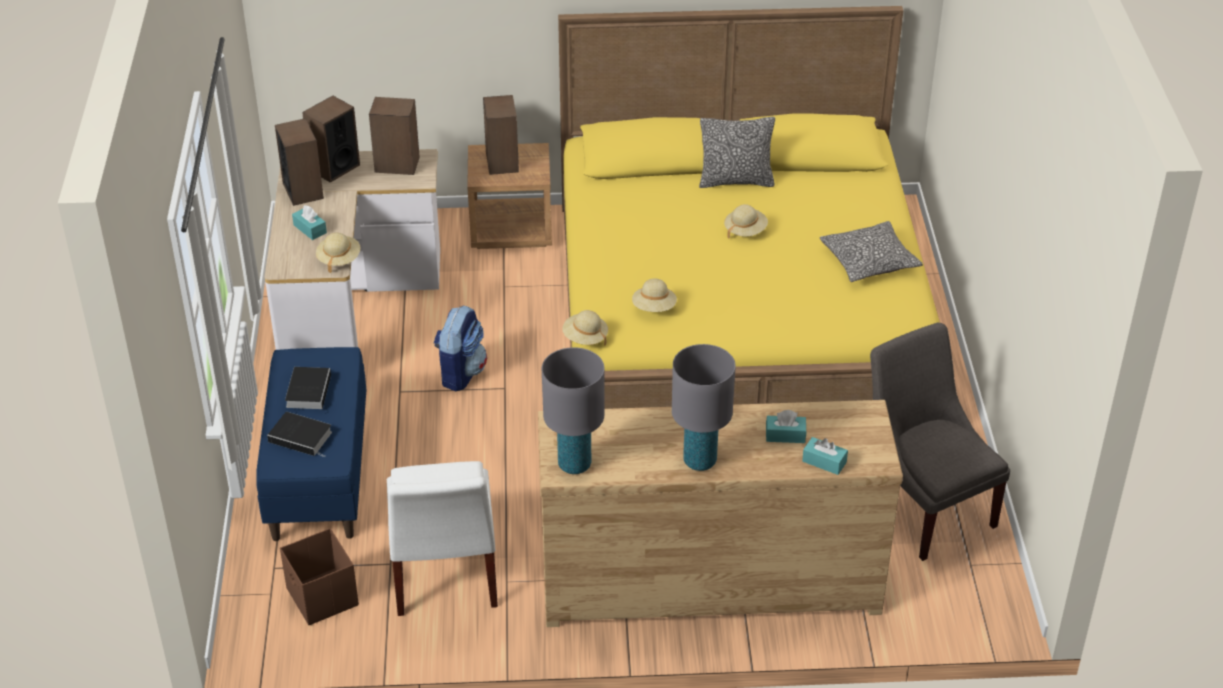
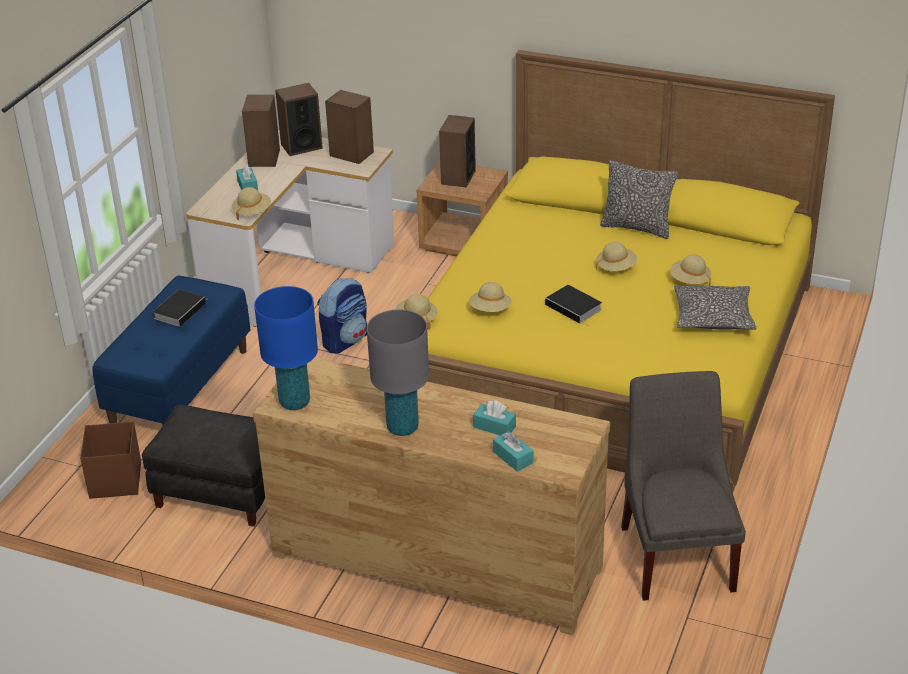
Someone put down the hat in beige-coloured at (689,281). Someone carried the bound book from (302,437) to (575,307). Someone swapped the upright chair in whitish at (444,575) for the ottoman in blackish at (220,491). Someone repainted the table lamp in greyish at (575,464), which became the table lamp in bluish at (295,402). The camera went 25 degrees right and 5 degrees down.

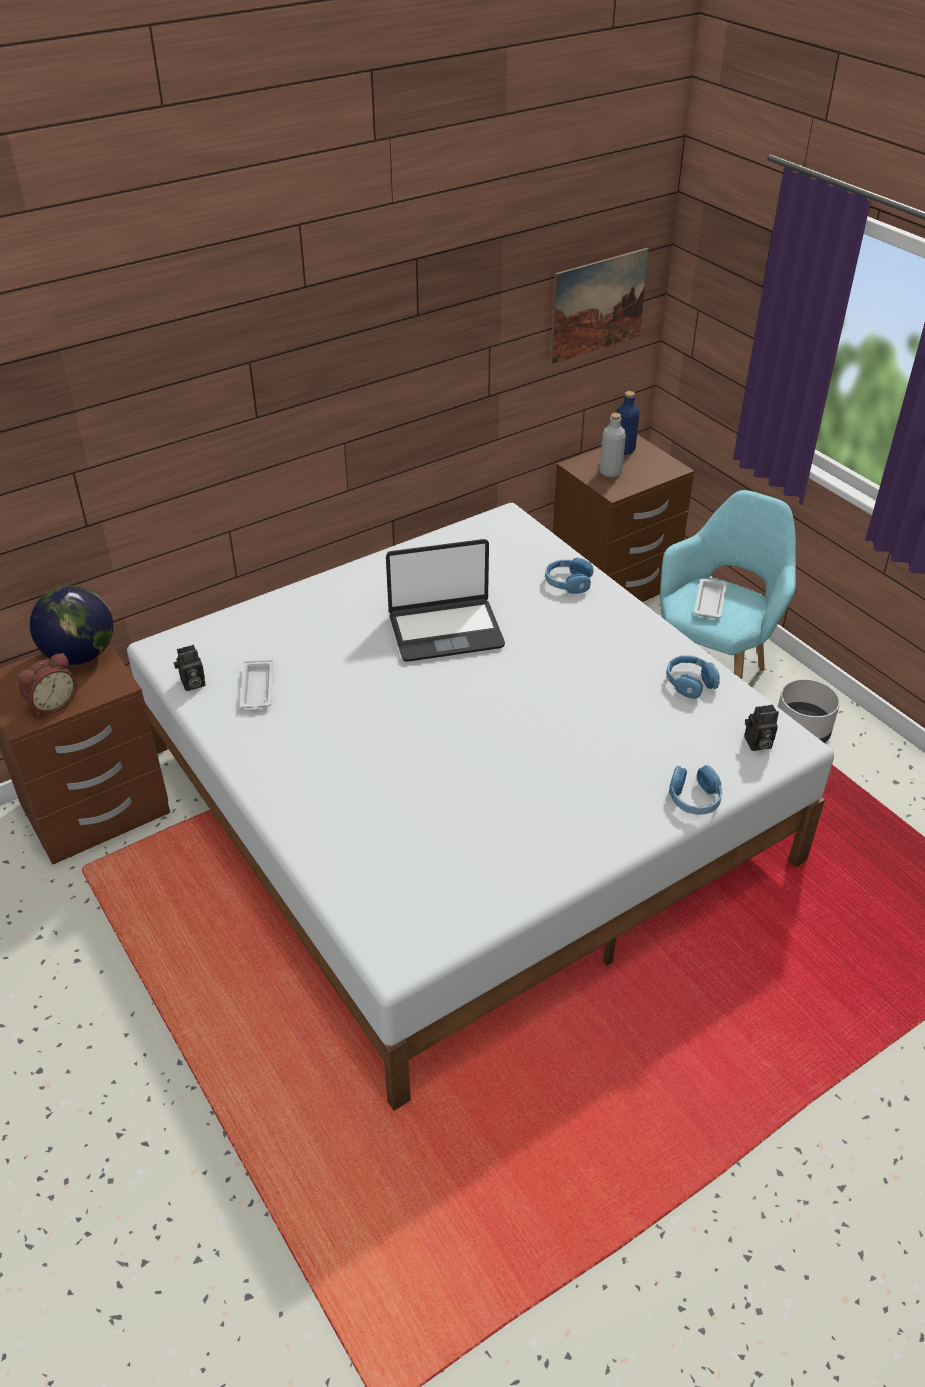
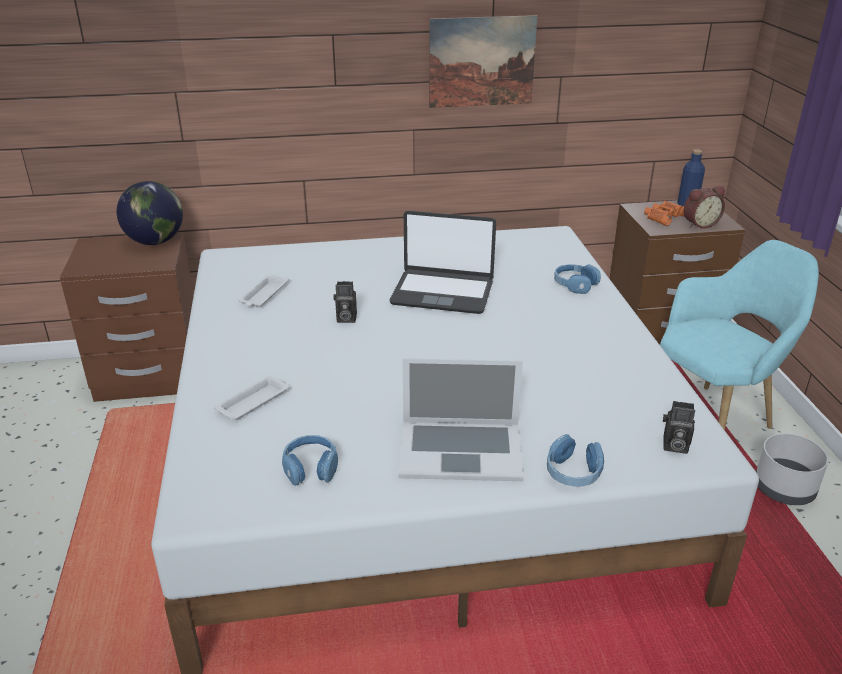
Someone put down the notebook computer at (460,450). Someone carried the table clock from (52,703) to (699,224). Someone carried the still camera from (192,684) to (345,319). Someone carried the wall art from (598,305) to (481,62). Someone carried the headset in bluish from (690,682) to (310,468). Someone carried the carrying tray in whitish from (710,601) to (254,401). Someone swapped the drink bottle in greyish at (610,472) for the field glasses in orange at (663,217). The camera went 25 degrees right and 10 degrees down.

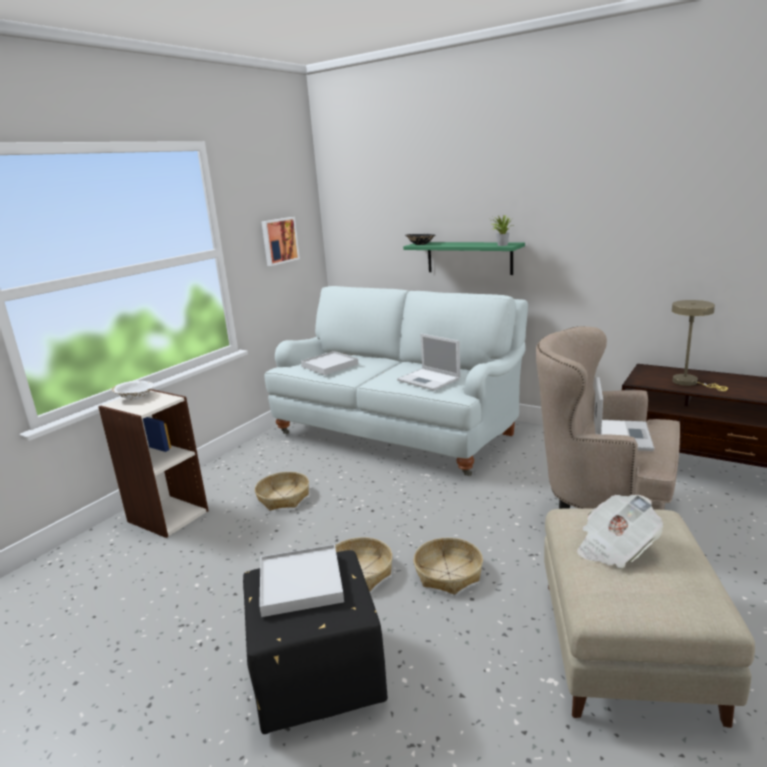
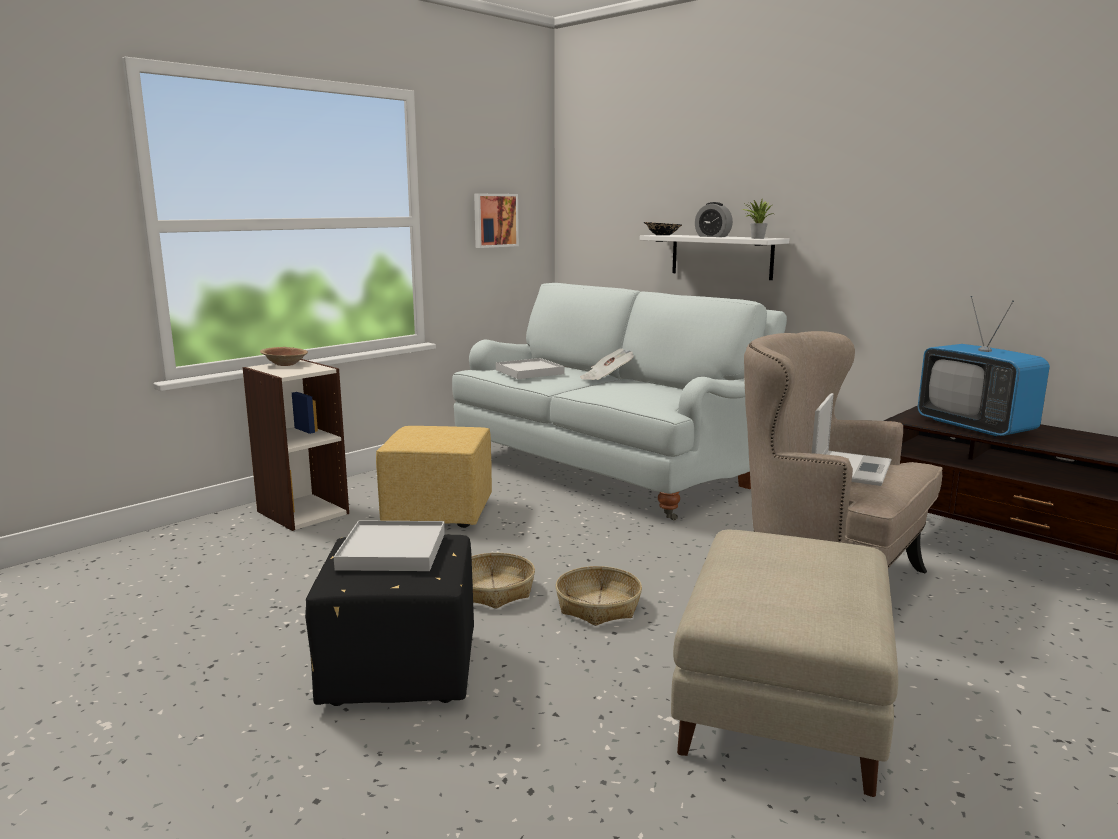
Someone took away the notebook computer at (429,380). Someone put down the table clock at (712,236). Someone carried the printed paper from (615,548) to (607,378). Someone swapped the household basket at (283,497) for the ottoman in yellowish at (439,512). Someone swapped the table lamp in beige-coloured at (689,382) for the TV set at (975,427). Someone repainted the deep dish in whitish at (135,397), which became the deep dish in brown-coloured at (285,364). Someone repainted the bracket shelf in green at (469,258), which became the bracket shelf in whitish at (721,256). The camera went 10 degrees right and 5 degrees down.

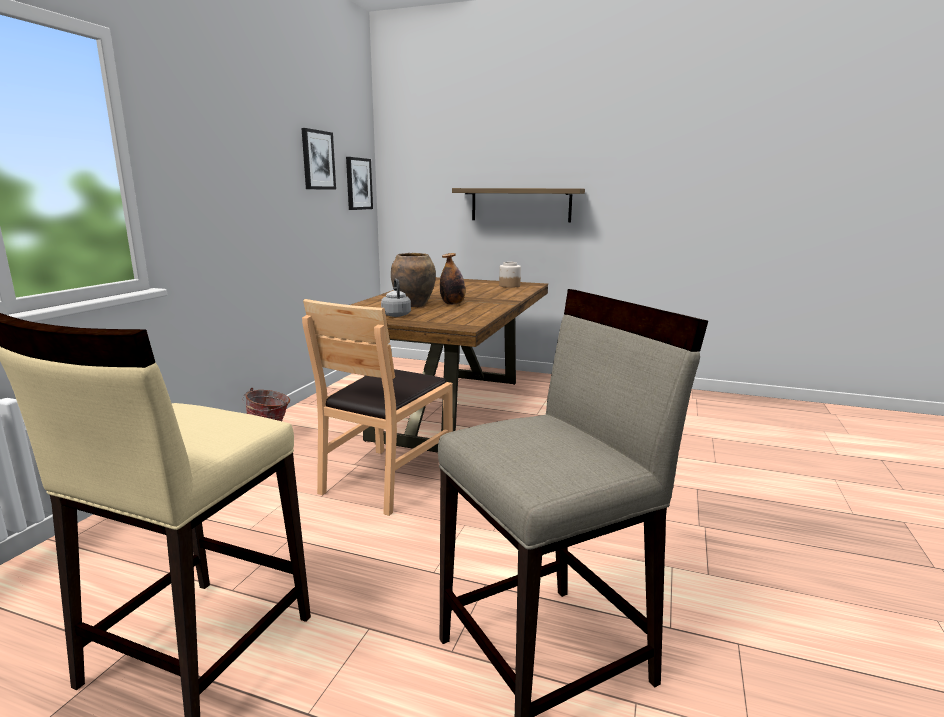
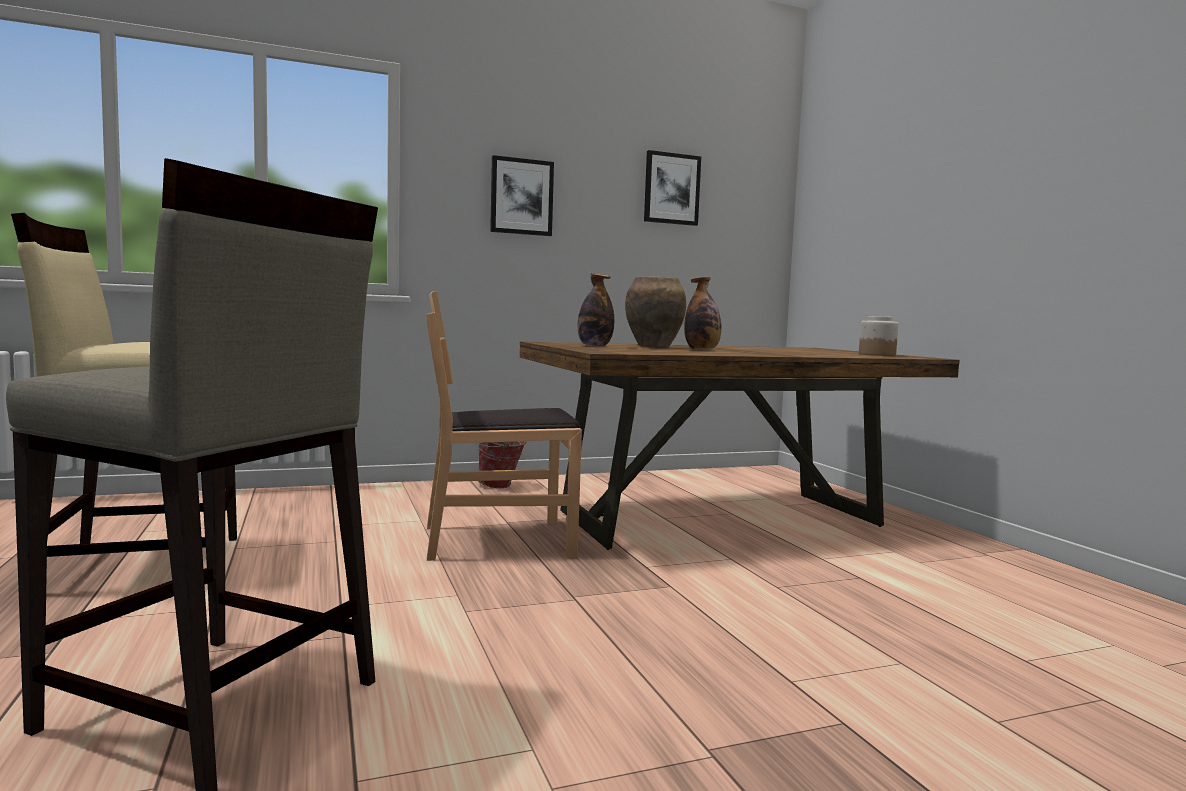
Someone took away the bracket shelf at (520,205). Someone carried the wall art from (358,184) to (521,197). Someone swapped the tea kettle in greyish at (396,315) for the drink bottle at (594,346). The camera went 50 degrees right and 10 degrees down.

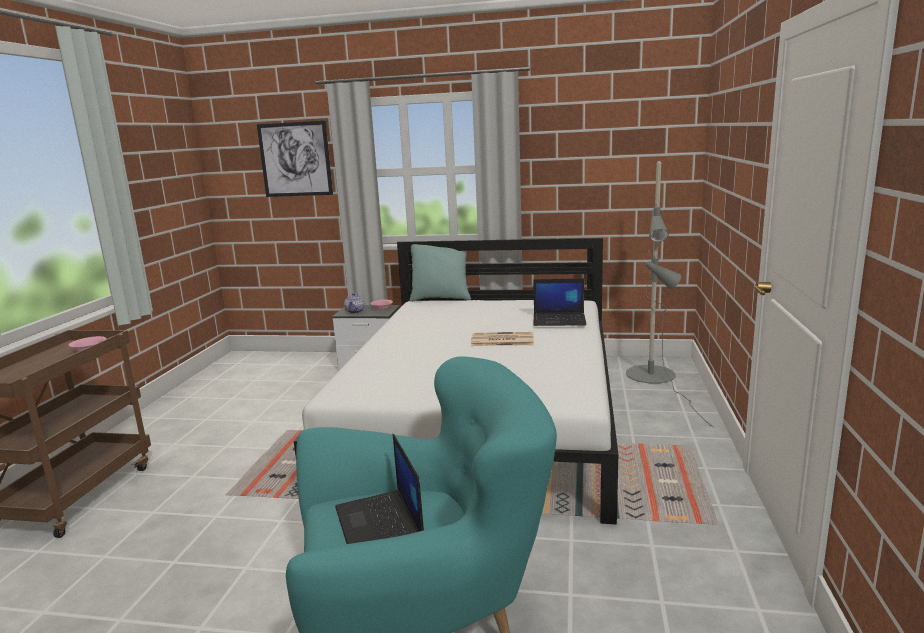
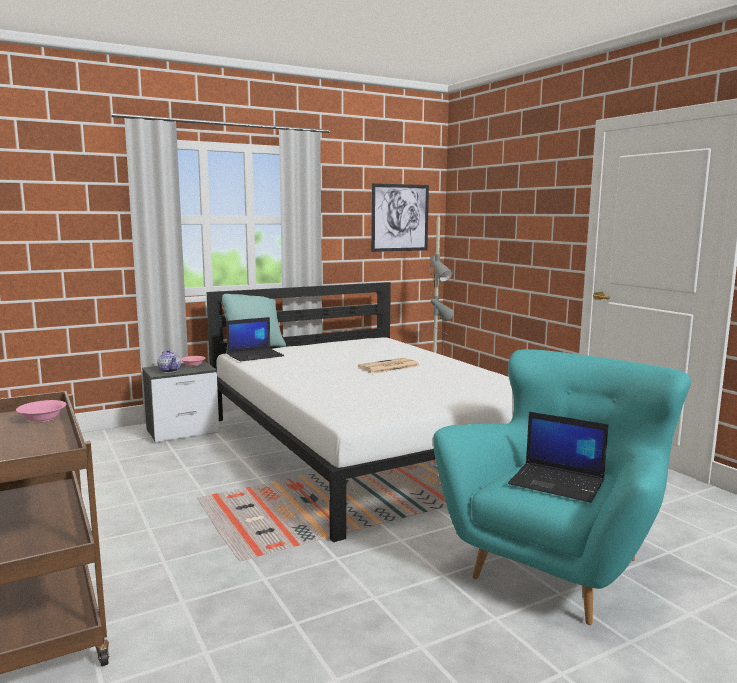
Someone carried the wall art from (295,159) to (400,217). Someone carried the notebook computer from (560,320) to (255,355). The camera went 40 degrees left and 5 degrees down.

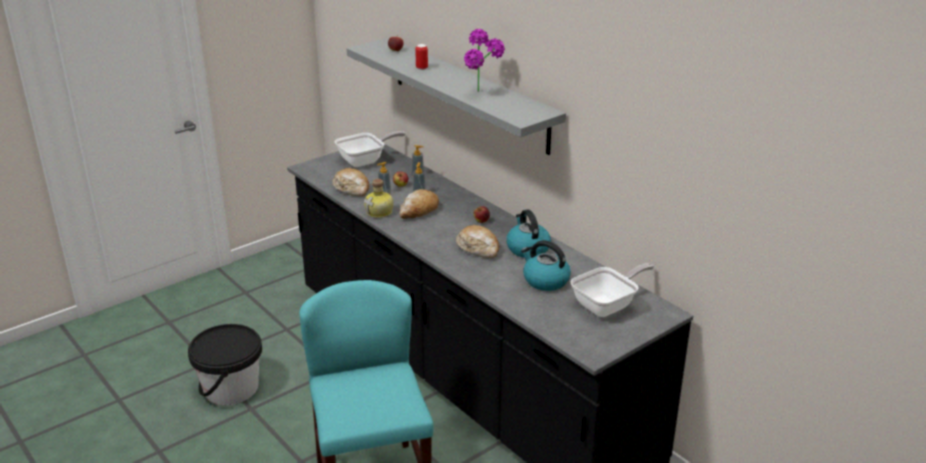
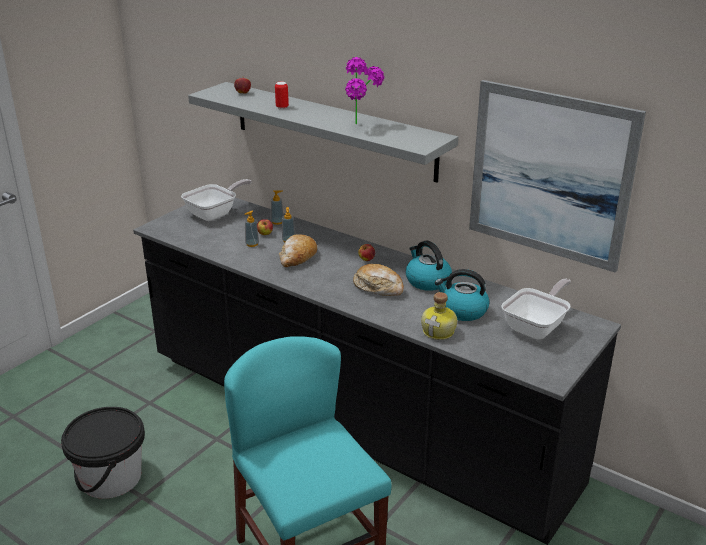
Someone took away the baked bread at (352,189). Someone put up the wall art at (549,175). Someone carried the drink bottle from (380,212) to (439,332). The camera went 15 degrees left and 0 degrees up.

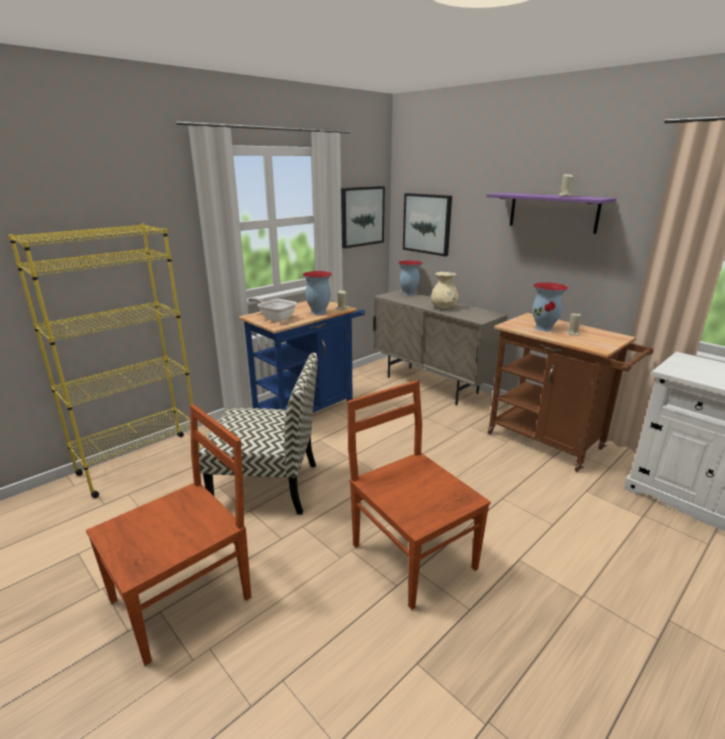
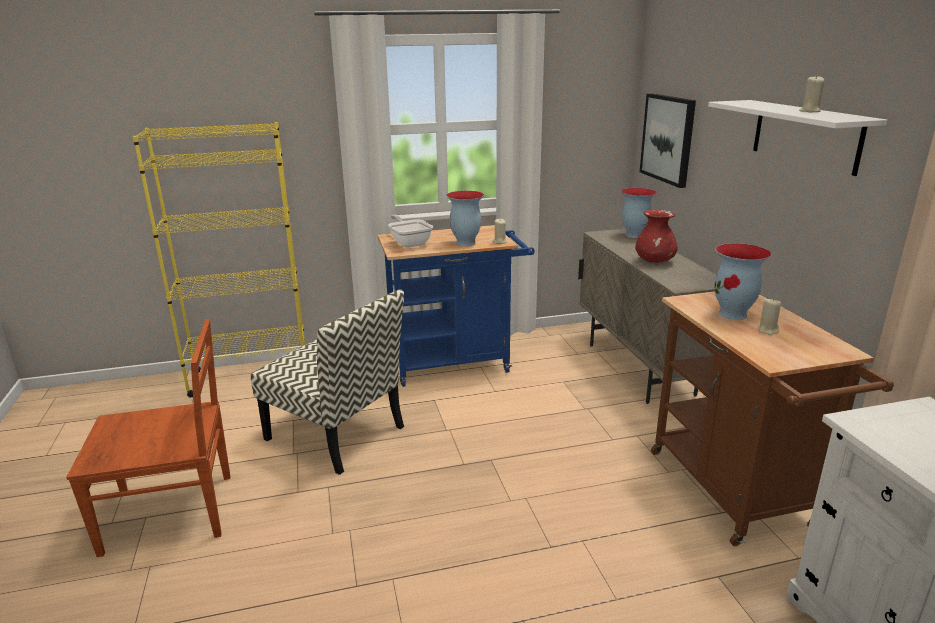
Someone took away the wall art at (362,216). Someone took away the upright chair in brown-coloured at (411,554). Someone repainted the decorative vase in beige-coloured at (444,307), which became the decorative vase in reddish at (655,261). Someone repainted the bracket shelf in purple-coloured at (553,212), which became the bracket shelf in whitish at (805,135). The camera went 30 degrees right and 0 degrees up.

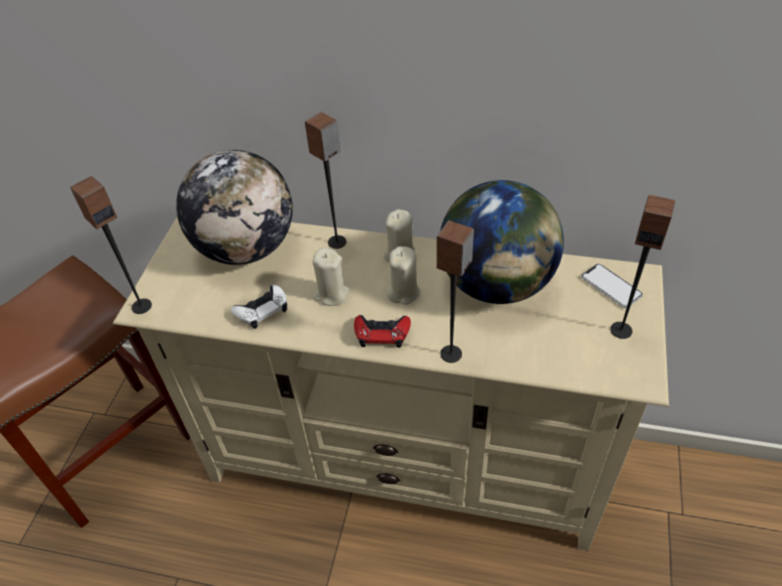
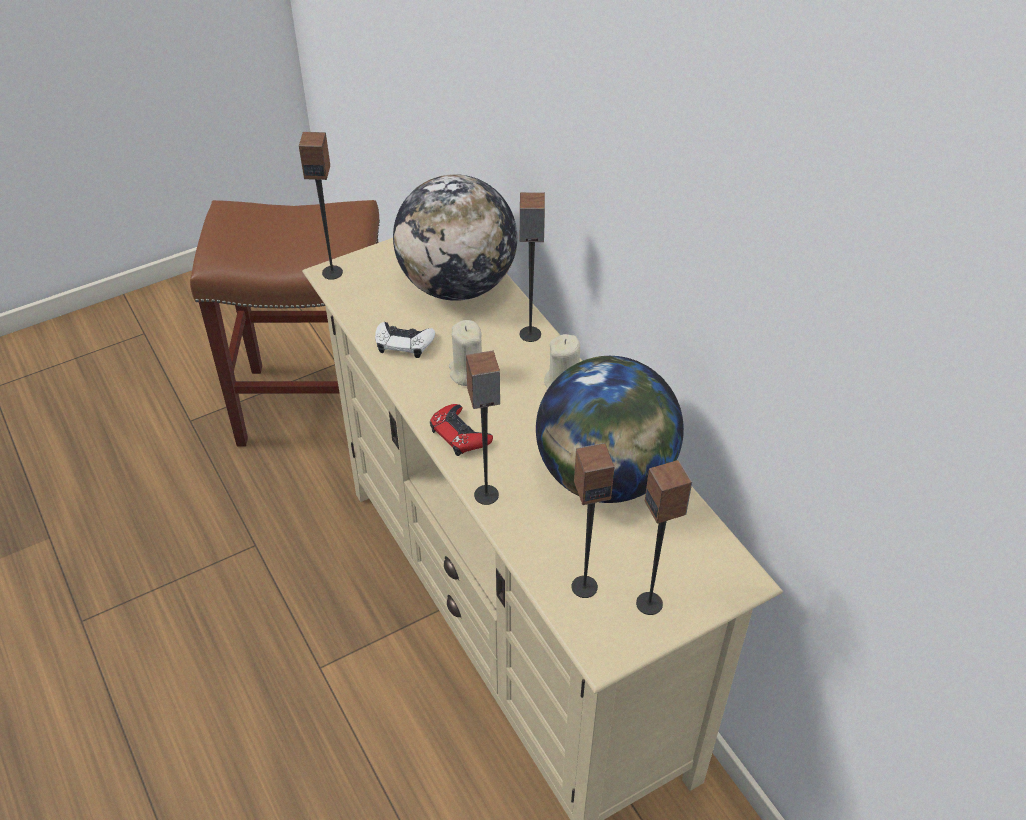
Someone took away the wax light in beige-coloured at (403,292). Someone took away the telephone at (611,286). Someone put down the speaker at (584,586). The camera went 45 degrees right and 0 degrees up.

